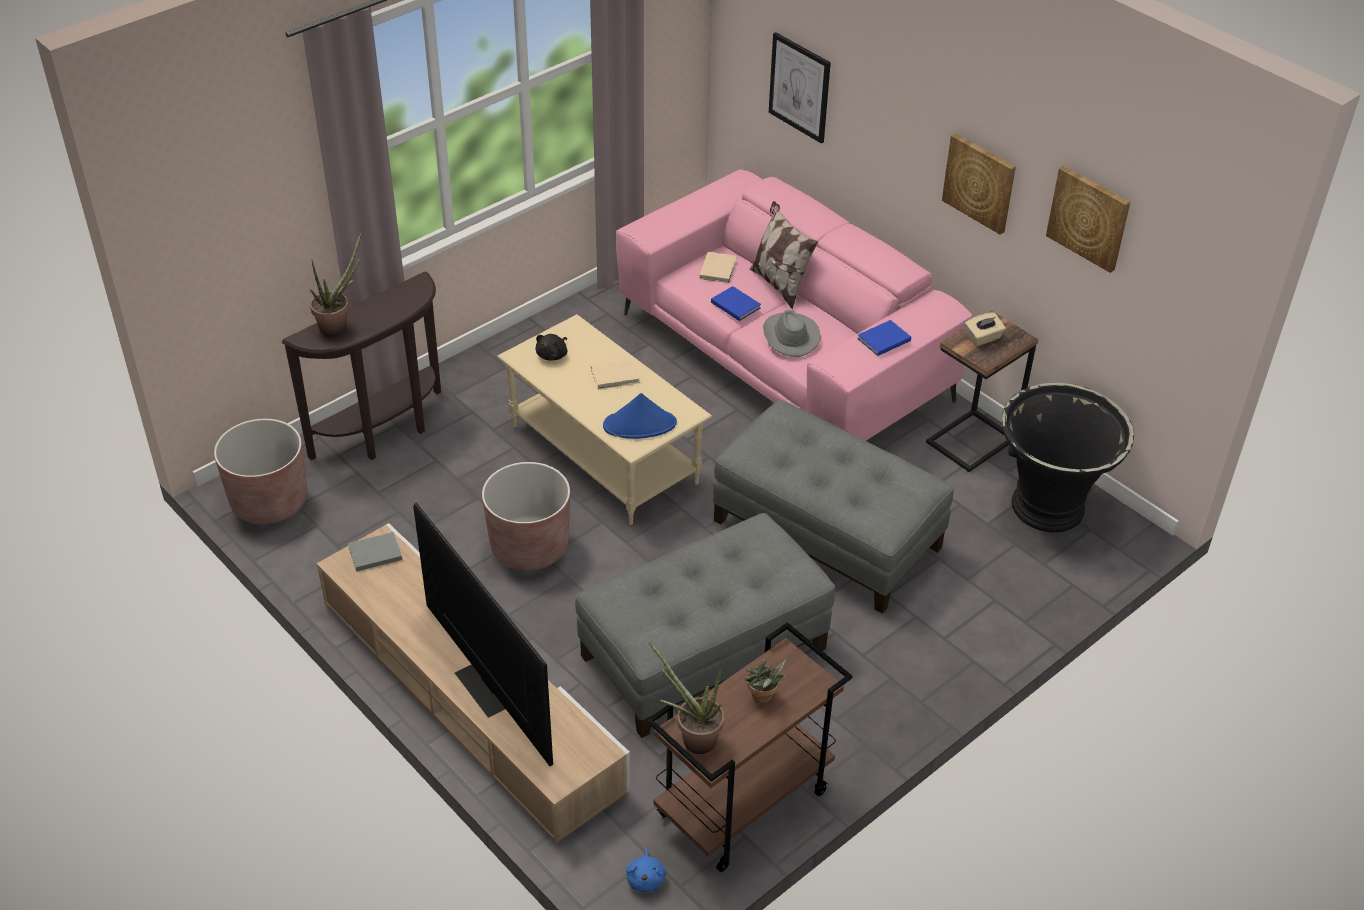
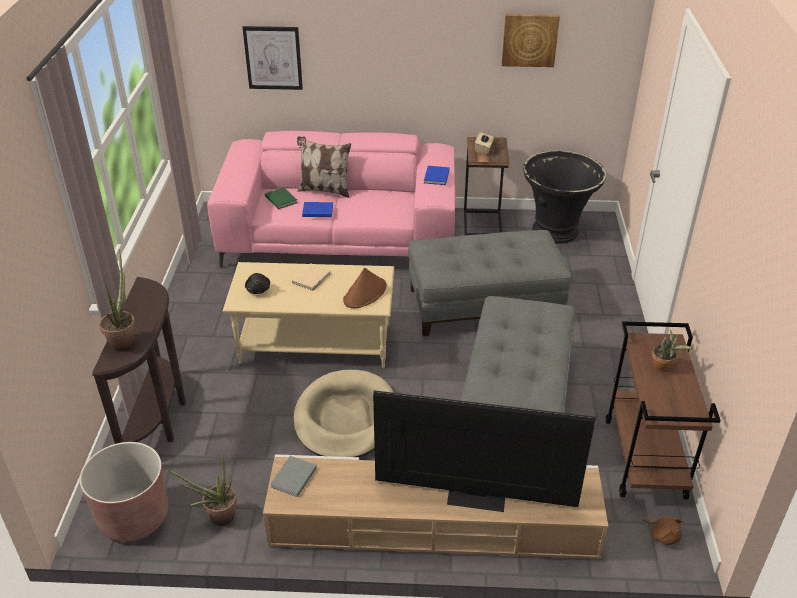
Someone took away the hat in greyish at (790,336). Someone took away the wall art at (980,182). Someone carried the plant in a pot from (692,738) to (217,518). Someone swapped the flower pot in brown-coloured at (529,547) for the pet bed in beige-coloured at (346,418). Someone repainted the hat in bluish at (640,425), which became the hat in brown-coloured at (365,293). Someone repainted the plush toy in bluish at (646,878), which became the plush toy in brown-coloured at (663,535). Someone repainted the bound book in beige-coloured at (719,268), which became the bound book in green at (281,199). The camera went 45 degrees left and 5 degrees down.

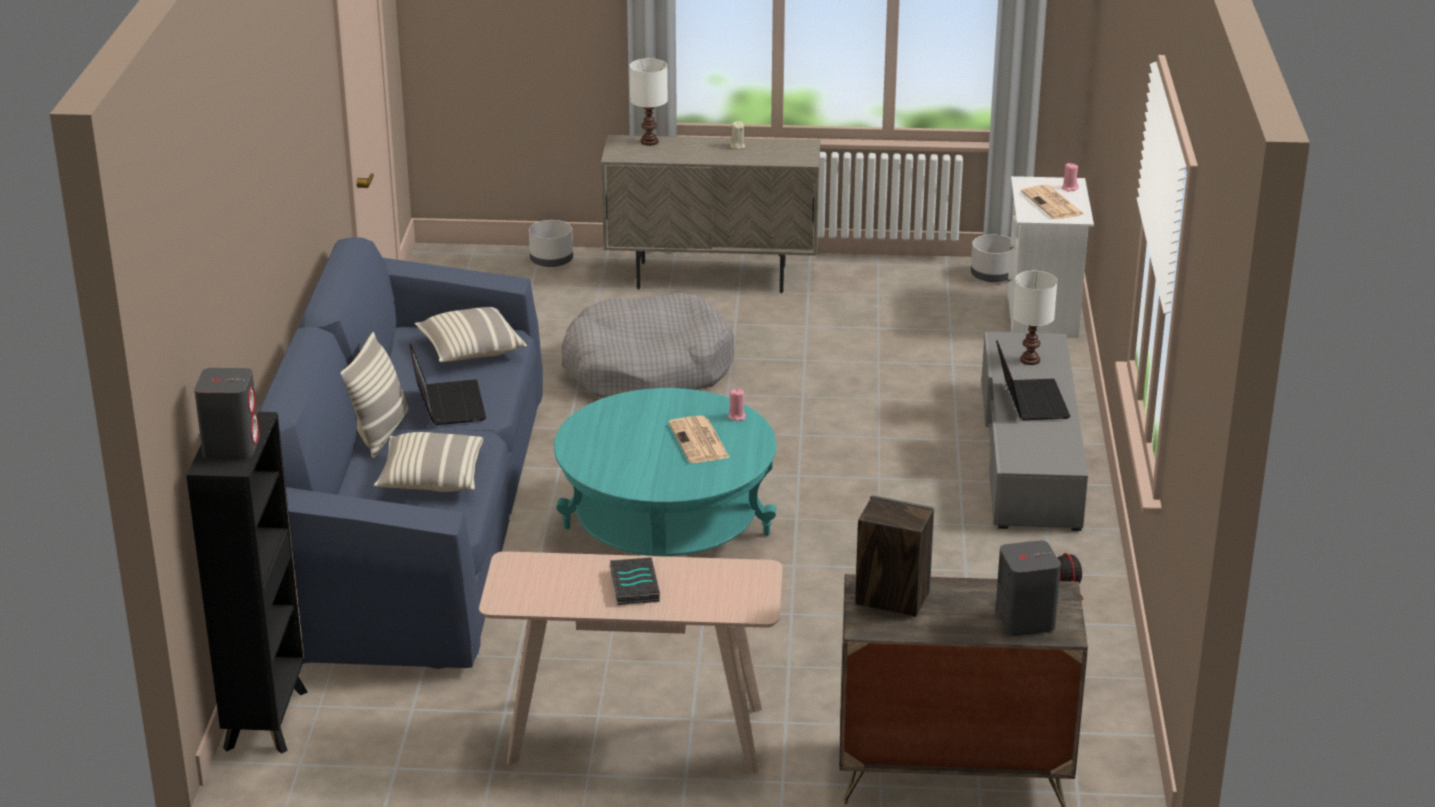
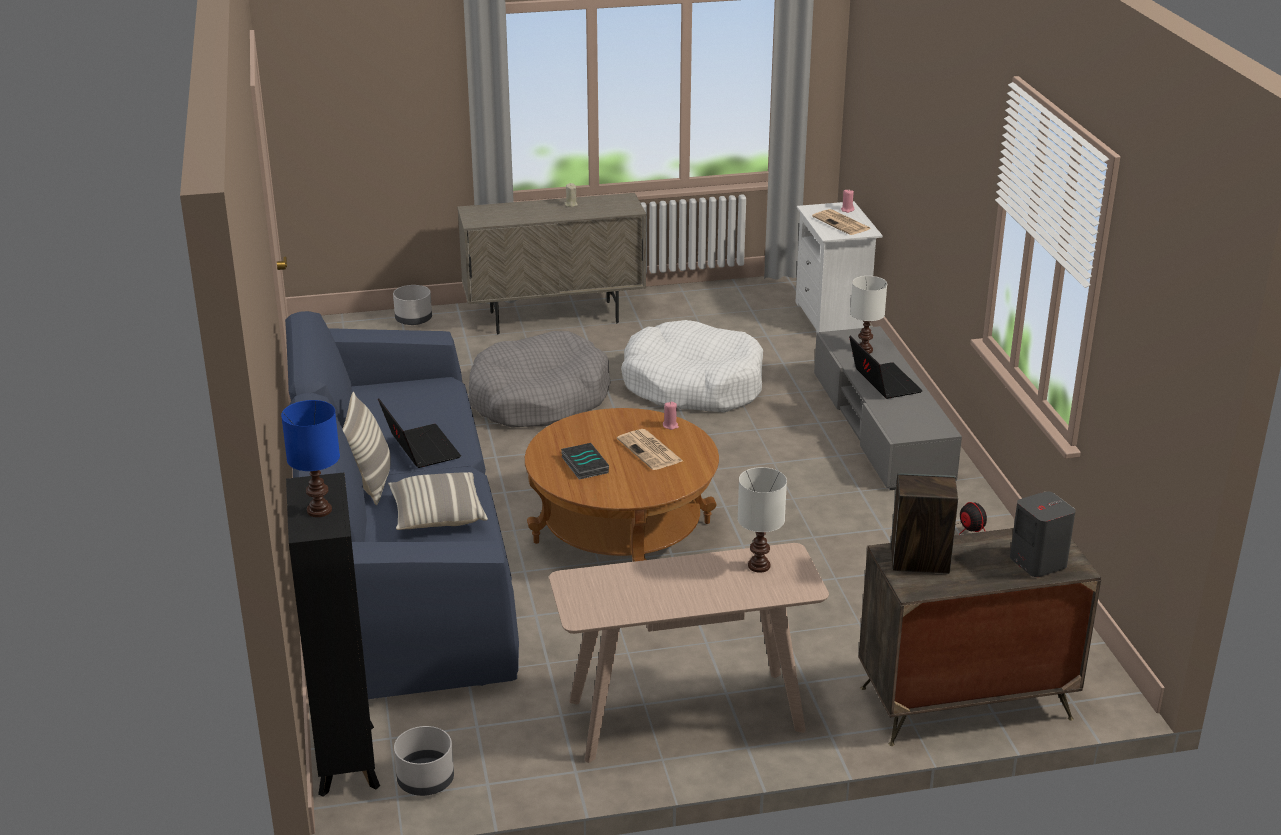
Someone took away the cushion at (470,350). Someone put down the pet bed in whitish at (693,385). Someone carried the bound book from (633,586) to (583,465). Someone carried the table lamp in whitish from (649,142) to (759,566). Someone carried the flower pot in greyish from (992,276) to (425,781). Someone swapped the speaker in greyish at (231,446) for the table lamp in bluish at (318,510). Someone repainted the coffee table in turquoise-coloured at (666,531), which became the coffee table in brown-coloured at (622,532). The camera went 15 degrees left and 0 degrees up.

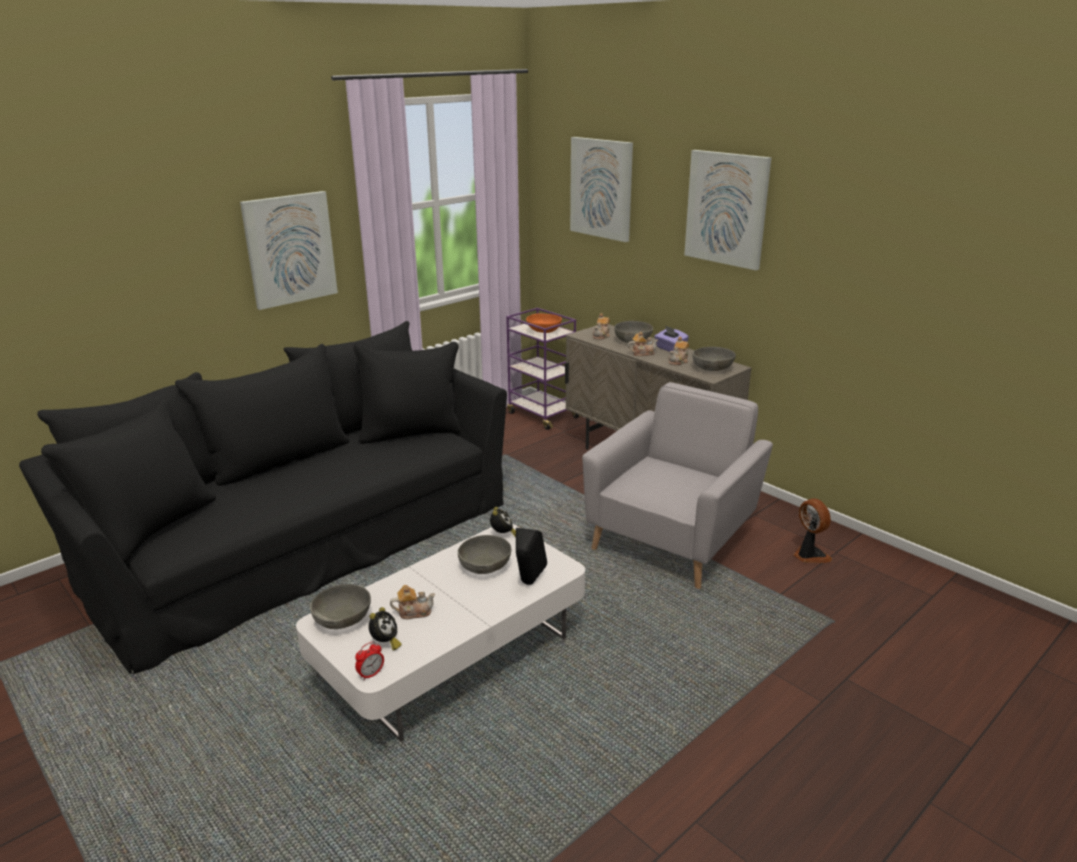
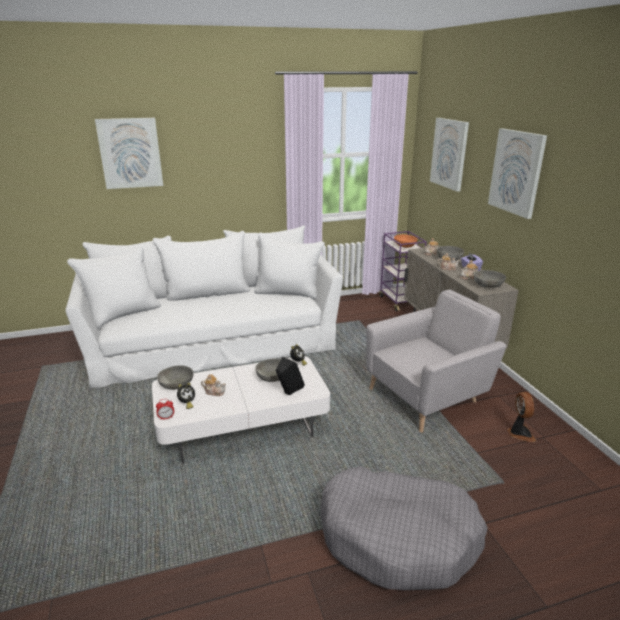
Someone put down the pet bed in greyish at (398,537). Someone carried the wall art from (290,249) to (130,153). Someone repainted the couch in blackish at (303,540), which became the couch in whitish at (214,342). The camera went 25 degrees right and 0 degrees up.

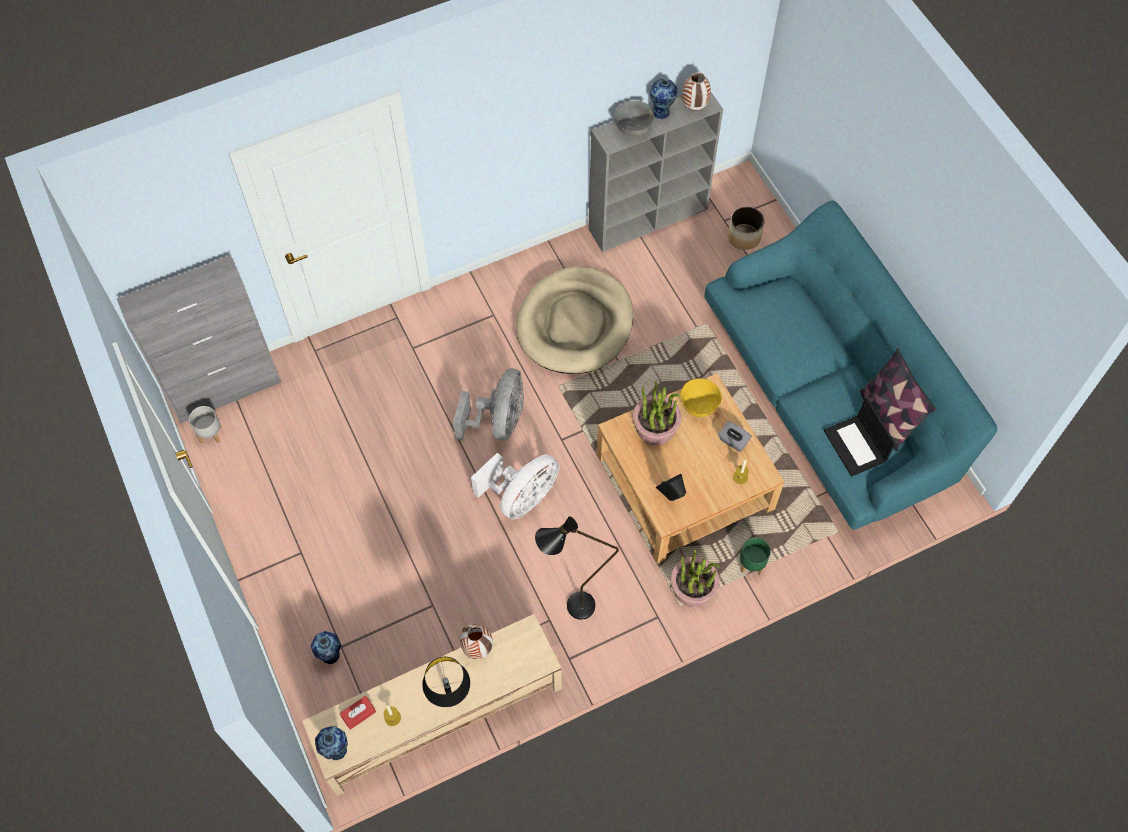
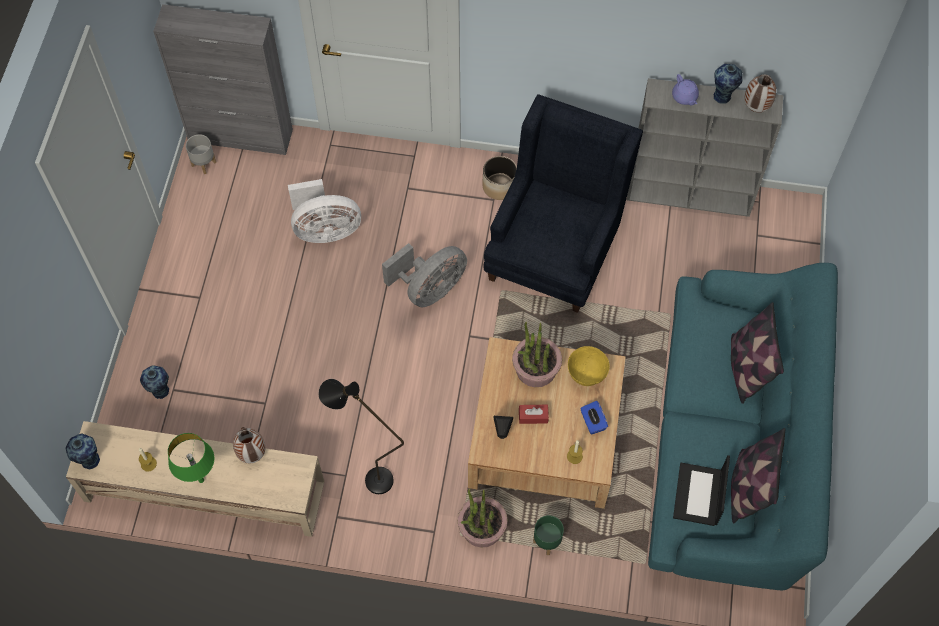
Someone put down the cushion at (747,368). Someone carried the tissue box in reddish from (358,714) to (533,416). Someone carried the cooling fan in whitish from (521,498) to (325,230). Someone carried the flower pot from (744,237) to (500,186). Someone swapped the pet bed in beige-coloured at (575,324) for the armchair in bluish at (555,247). Someone swapped the deep dish in greyish at (632,129) for the pot for tea in purple-coloured at (684,97). Someone repainted the table lamp in blackish at (450,700), which became the table lamp in green at (201,480). Someone repainted the tissue box in greyish at (733,441), which became the tissue box in bluish at (592,422). The camera went 35 degrees right and 0 degrees up.

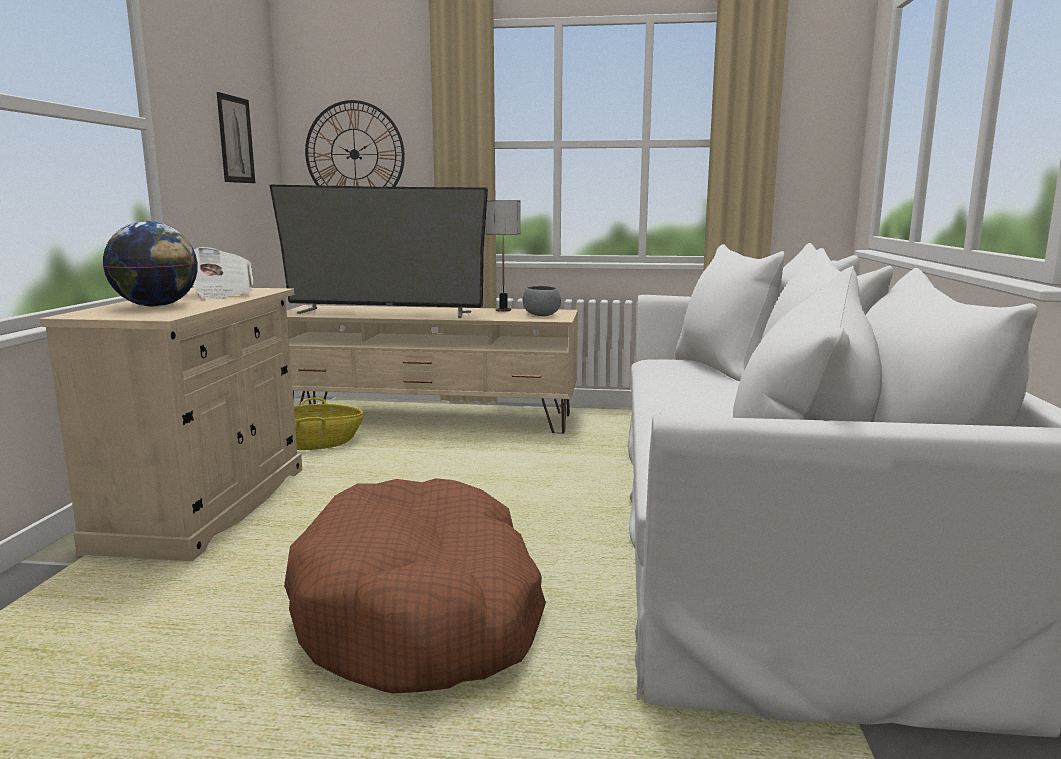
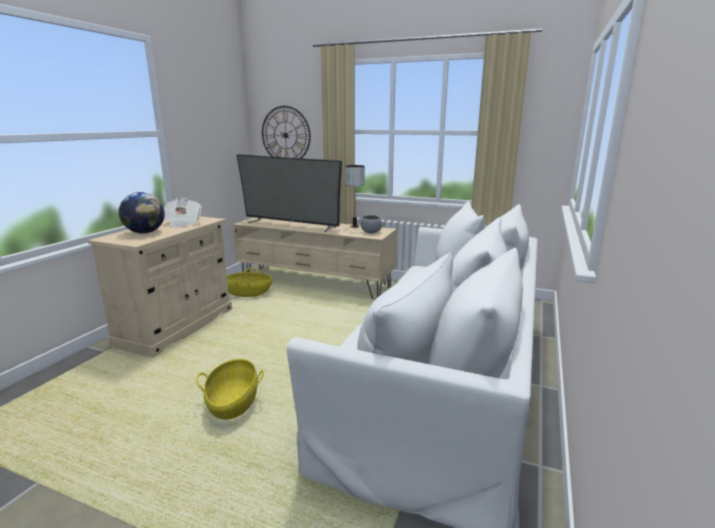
Someone took away the wall art at (235,139). Someone swapped the pet bed in brown-coloured at (421,612) for the household basket at (233,403). The camera went 15 degrees right and 5 degrees up.

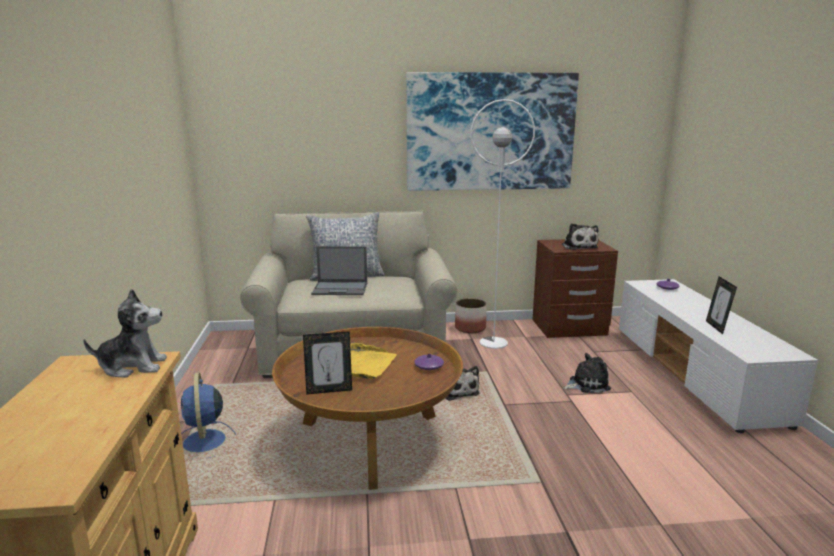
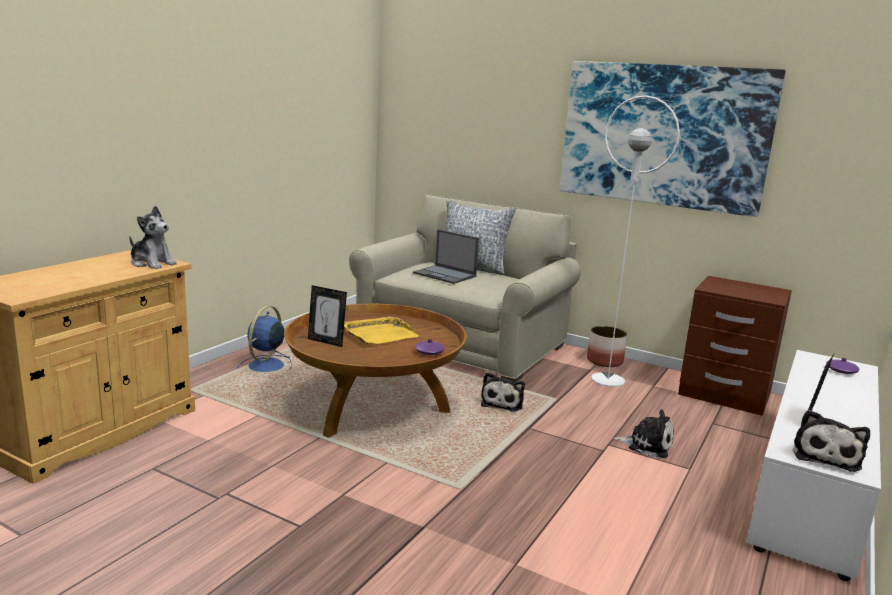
Someone carried the plush toy from (578,246) to (825,455). The camera went 35 degrees right and 0 degrees up.

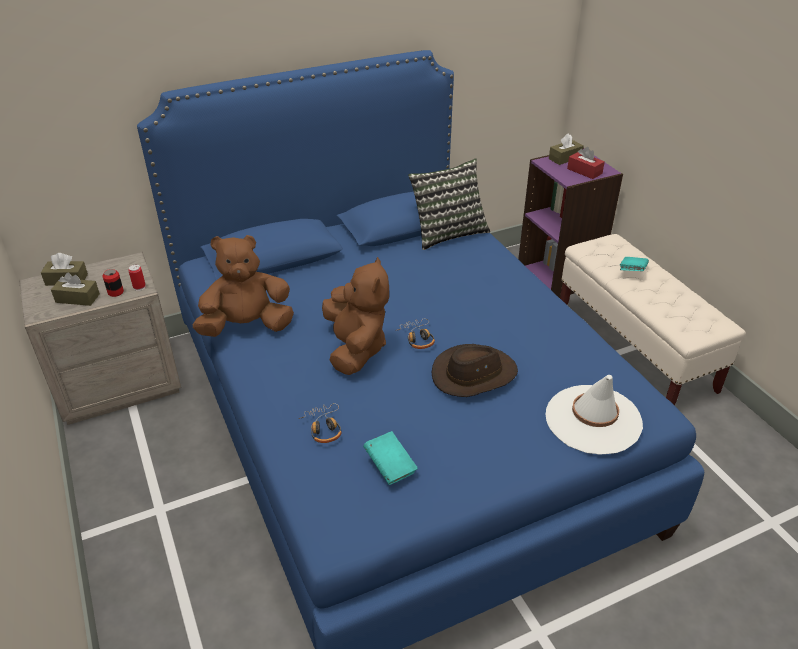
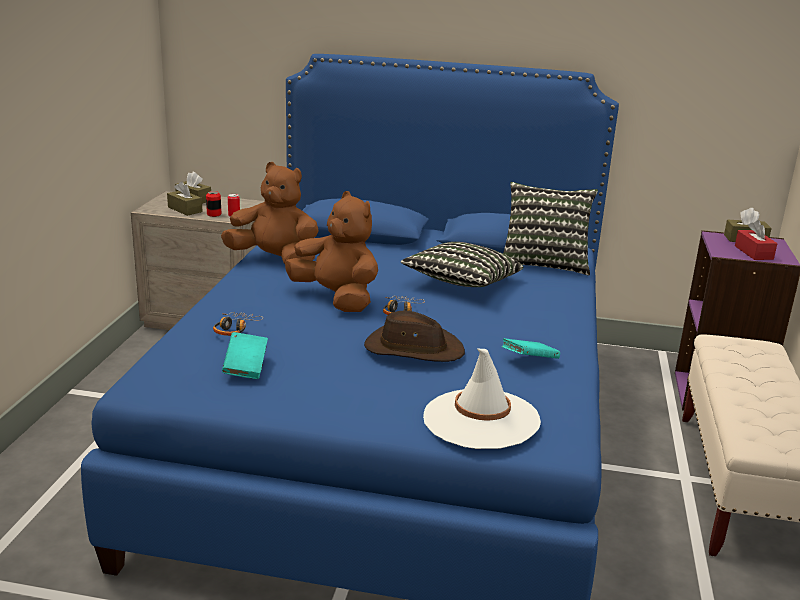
Someone put down the cushion at (461,283). Someone carried the bound book in turquoise-coloured from (632,271) to (529,361). Someone rotated the plush toy in brown-coloured at (355,348) by 75 degrees counterclockwise. The camera went 35 degrees right and 15 degrees down.

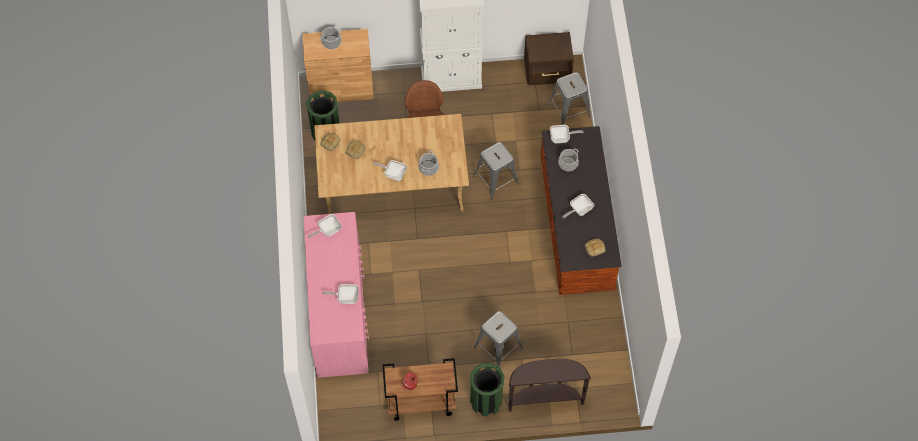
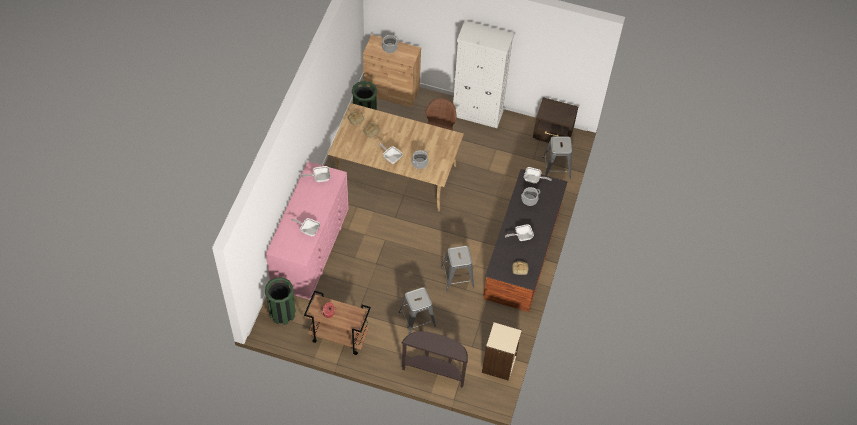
Someone put down the bookshelf in beige-coloured at (499,364). Someone carried the trash can in green from (486,401) to (282,313). Someone carried the sitting stool in greyish from (495,180) to (457,277). The camera went 20 degrees right and 5 degrees down.

